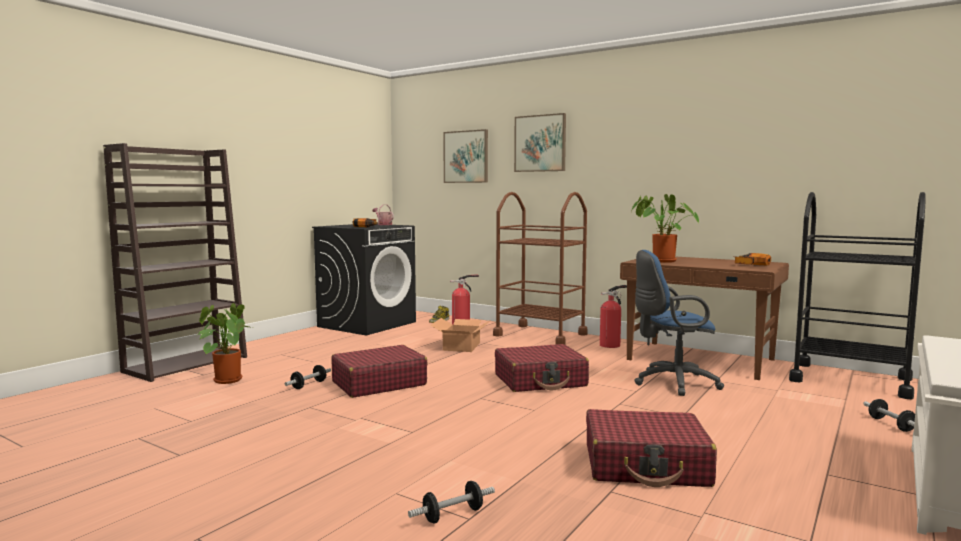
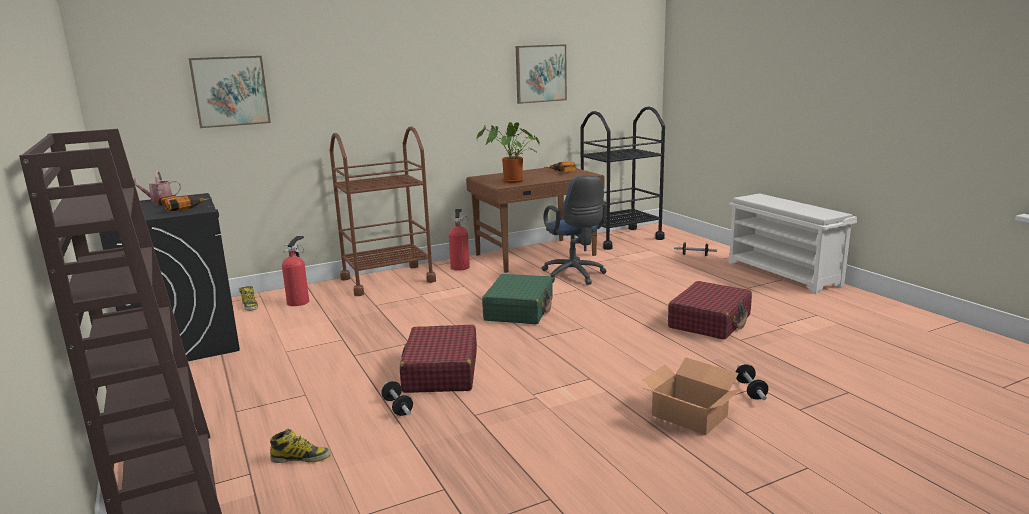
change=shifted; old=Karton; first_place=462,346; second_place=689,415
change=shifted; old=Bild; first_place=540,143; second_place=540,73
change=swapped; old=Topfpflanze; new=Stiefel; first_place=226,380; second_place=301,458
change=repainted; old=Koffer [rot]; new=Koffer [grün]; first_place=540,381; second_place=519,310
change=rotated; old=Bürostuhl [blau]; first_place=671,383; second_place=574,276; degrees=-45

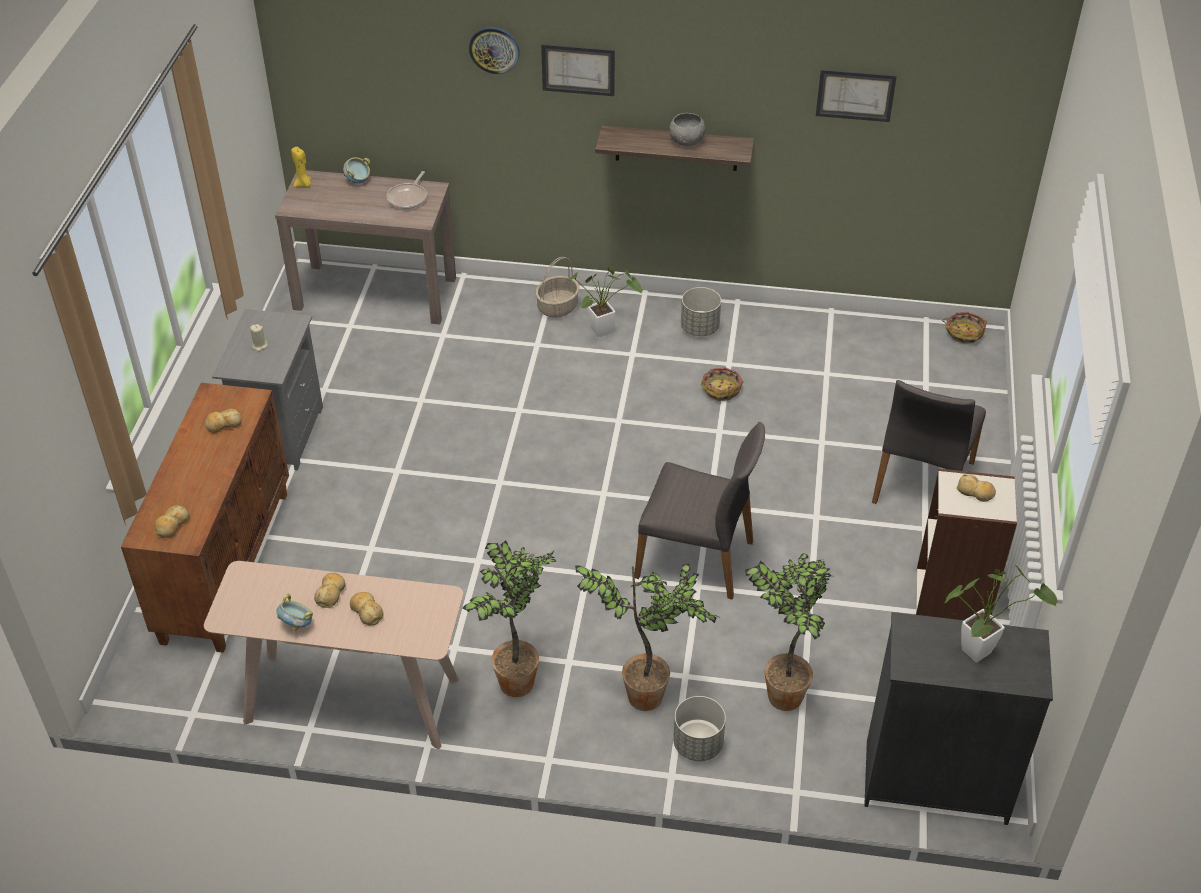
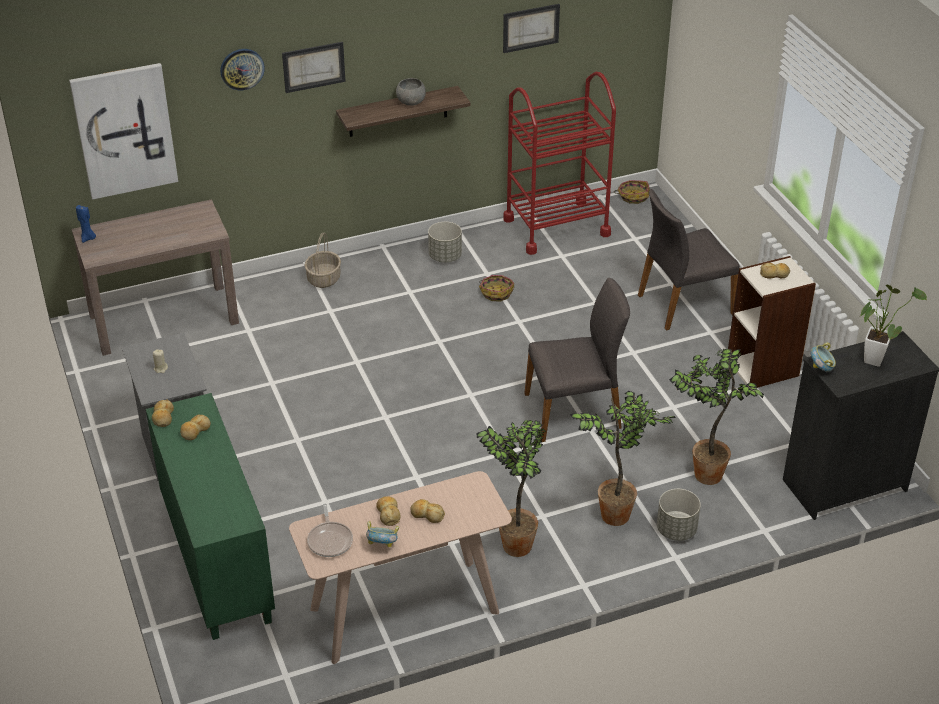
change=gone; old=Topfpflanze; first_place=605,330
change=new; new=Bild; second_place=124,130
change=new; new=Rollwagen [rot]; second_place=556,227
change=shifted; old=Brot; first_place=172,525; second_place=163,417
change=shifted; old=Schüssel; first_place=358,181; second_place=821,369
change=shifted; old=Pfanne; first_place=408,198; second_place=330,540
change=repainted; old=Schrank [braun]; new=Schrank [grün]; first_place=225,565; second_place=216,561
change=repainted; old=Kerze [gelb]; new=Kerze [blau]; first_place=303,184; second_place=88,238
change=rotated; old=Stuhl [grau]; first_place=921,482; second_place=684,304; degrees=75

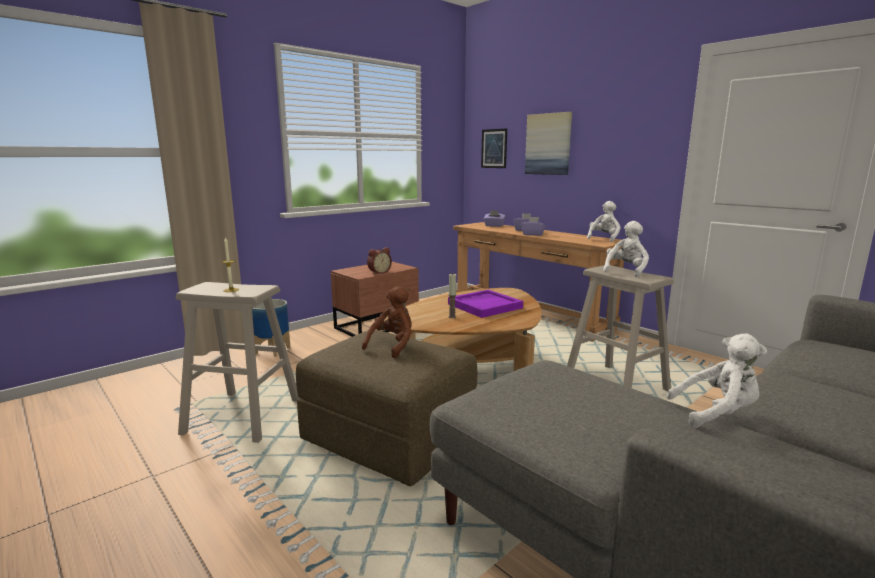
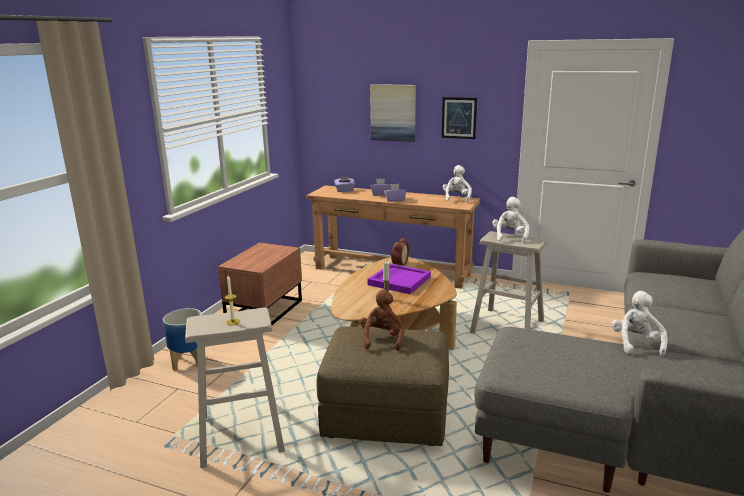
change=shifted; old=Wecker; first_place=379,272; second_place=398,263
change=shifted; old=Bild; first_place=494,148; second_place=459,118
change=rotated; old=Plüschtier [weiß]; first_place=716,413; second_place=636,343; degrees=-60

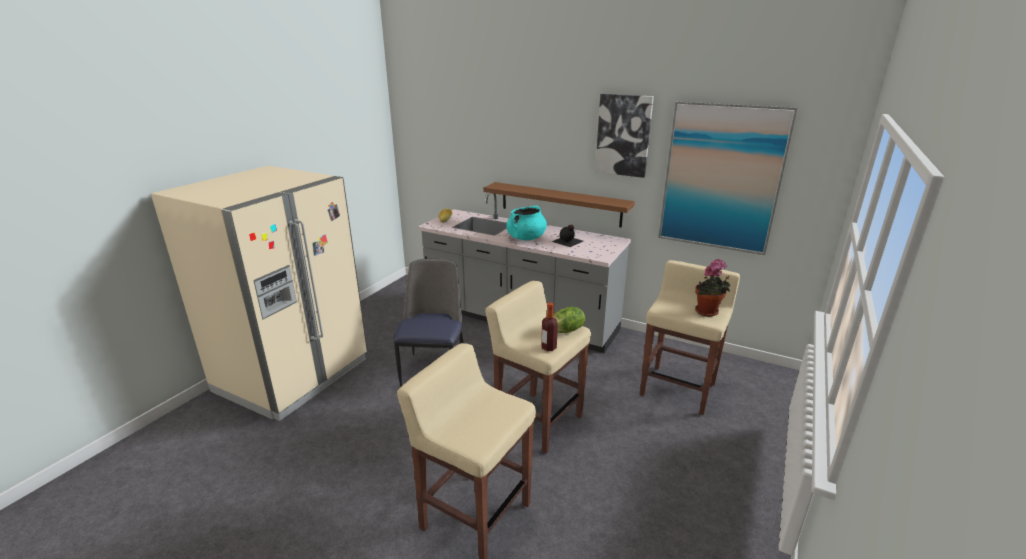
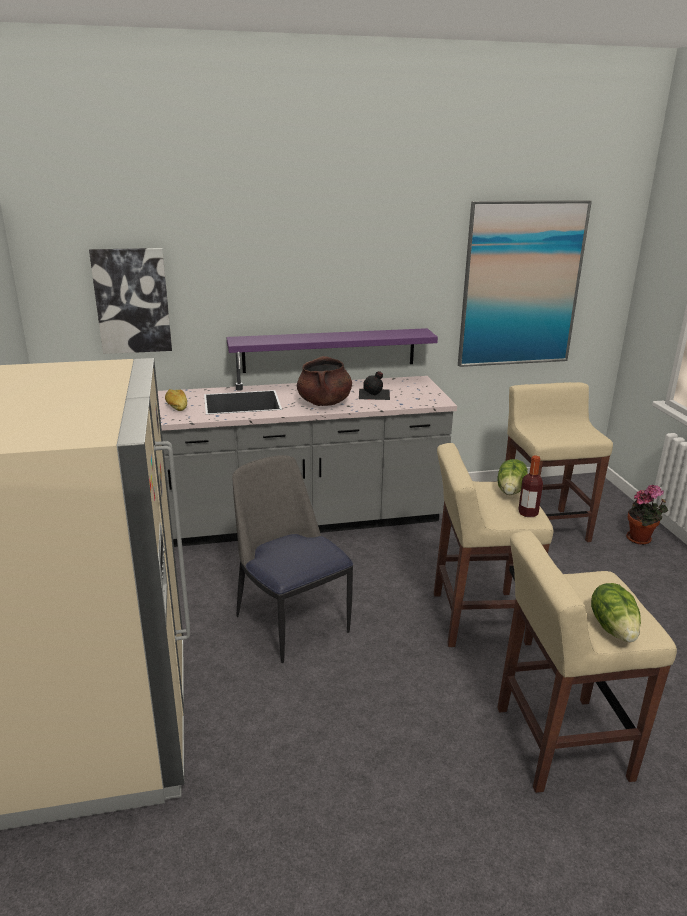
change=new; new=Salatkopf; second_place=614,628
change=shifted; old=Bild; first_place=623,135; second_place=132,301
change=shifted; old=Topfpflanze; first_place=708,312; second_place=641,539
change=repainted; old=Wandregal [braun]; new=Wandregal [lila]; first_place=560,204; second_place=329,350
change=repainted; old=Kochtopf [türkis]; new=Kochtopf [braun]; first_place=526,238; second_place=324,403

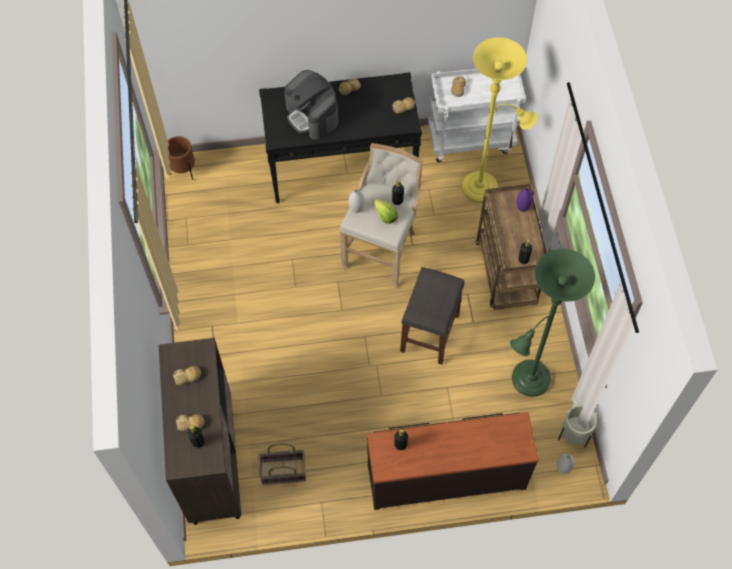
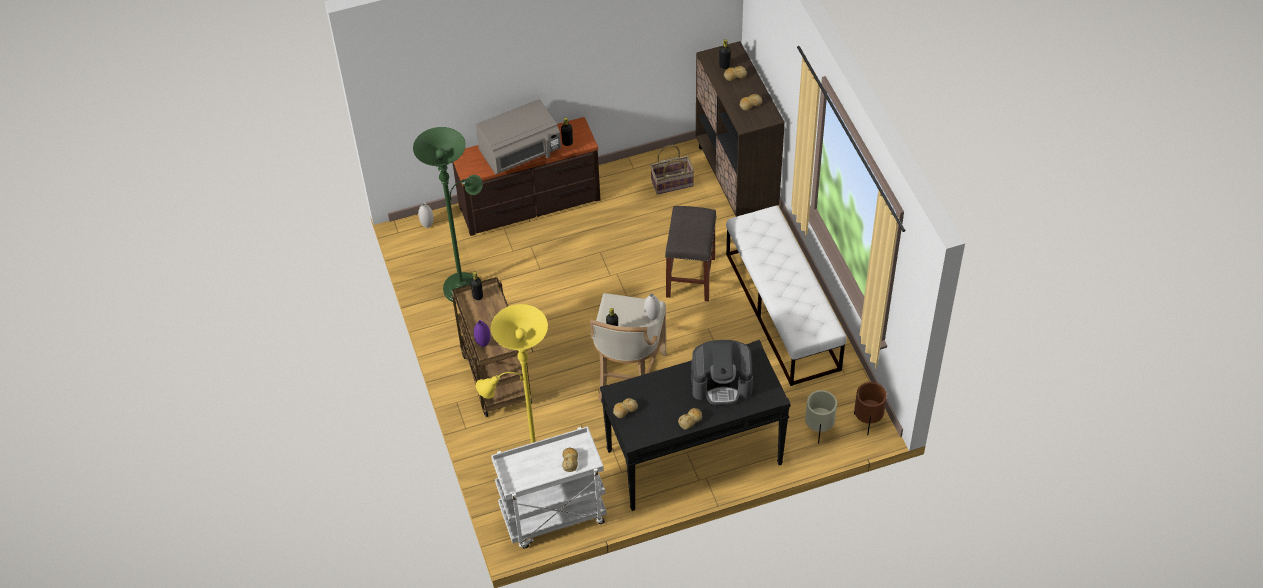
change=gone; old=Salatkopf; first_place=385,216
change=new; new=Mikrowelle [grau]; second_place=520,153
change=new; new=Bank [weiß]; second_place=782,311
change=shifted; old=Hocker [grau]; first_place=429,332; second_place=691,278
change=shifted; old=Pflanzkübel [beige]; first_place=573,436; second_place=818,430
change=rotated; old=Kaffeemaschine; first_place=312,116; second_place=722,383; degrees=135

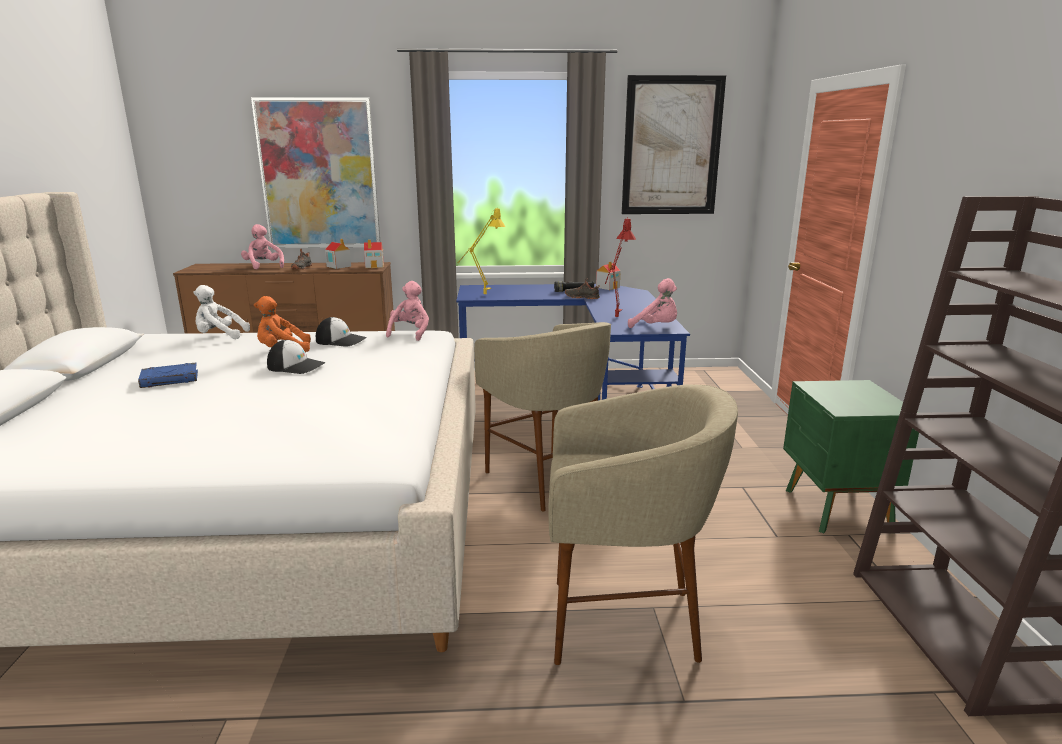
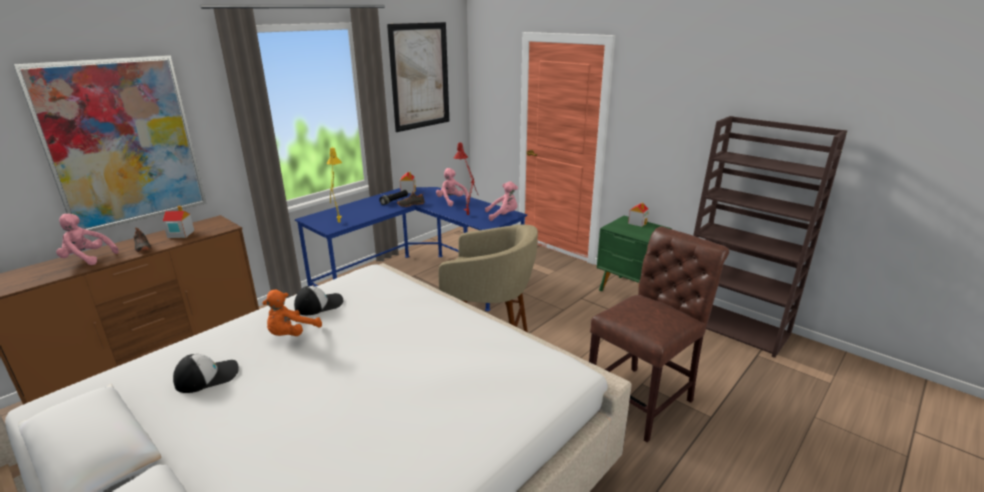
change=gone; old=Buch [blau]; first_place=170,379
change=gone; old=Plüschtier [weiß]; first_place=219,336
change=shifted; old=Kappe; first_place=296,366; second_place=207,376
change=shifted; old=Spielzeughaus; first_place=375,266; second_place=637,222
change=shifted; old=Plüschtier [rosa]; first_place=410,333; second_place=451,201
change=swapped; old=Hocker [beige]; new=Stuhl [braun]; first_place=624,623; second_place=644,399

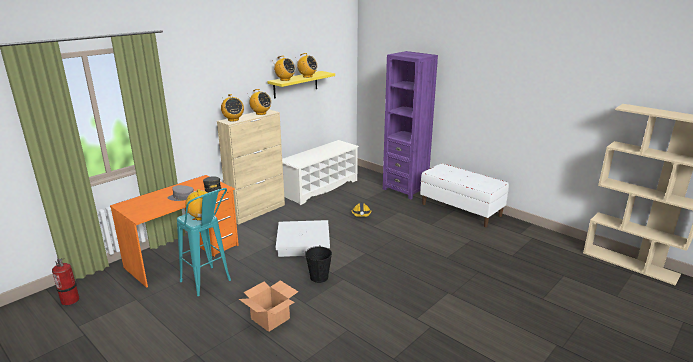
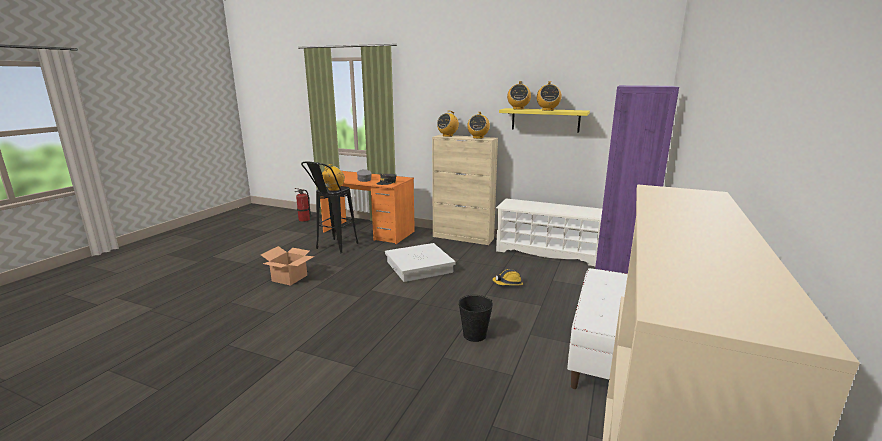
change=shifted; old=Eimer [schwarz]; first_place=319,277; second_place=474,335
change=repainted; old=Hocker [türkis]; new=Hocker [schwarz]; first_place=209,284; second_place=333,248

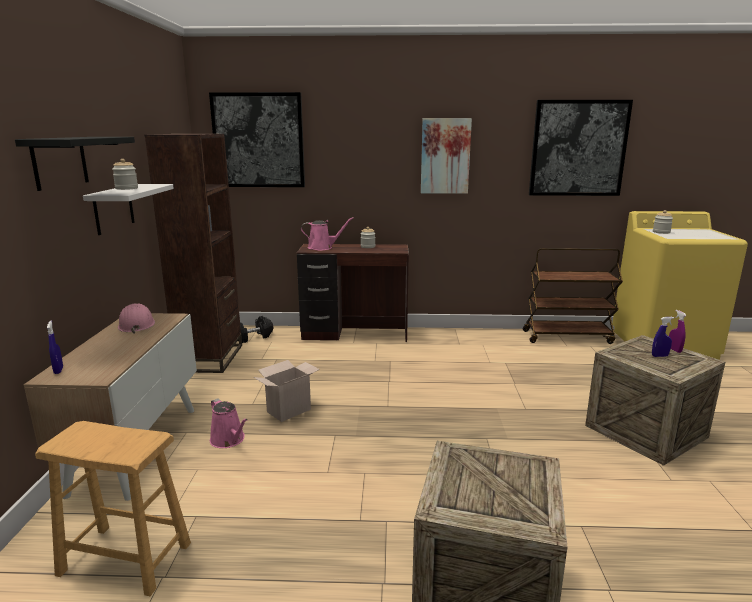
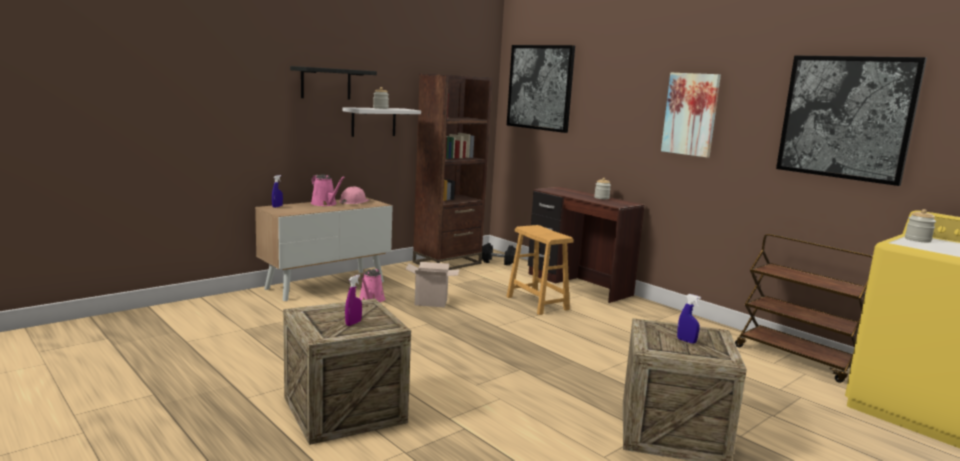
change=shifted; old=Hocker [braun]; first_place=125,559; second_place=537,303
change=shifted; old=Gießkanne [rosa]; first_place=322,247; second_place=325,204
change=shifted; old=Sprühflasche [lila]; first_place=674,350; second_place=353,323

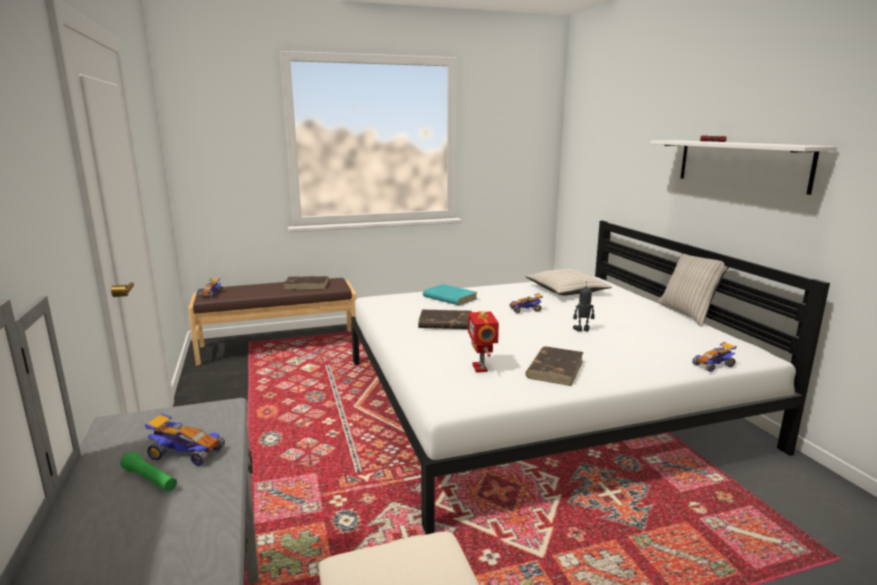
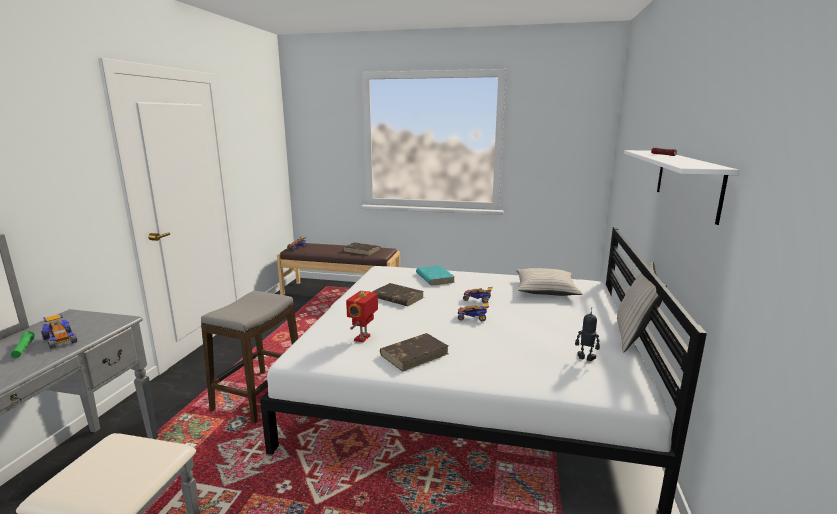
change=new; new=Hocker; second_place=258,396
change=shifted; old=Spielzeugroboter; first_place=582,330; second_place=585,358
change=shifted; old=Spielzeugauto; first_place=713,365; second_place=472,317

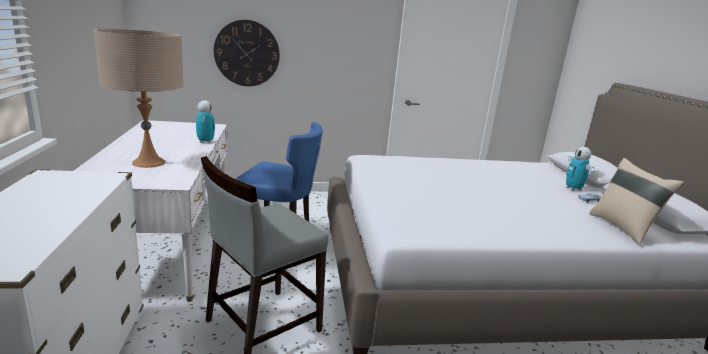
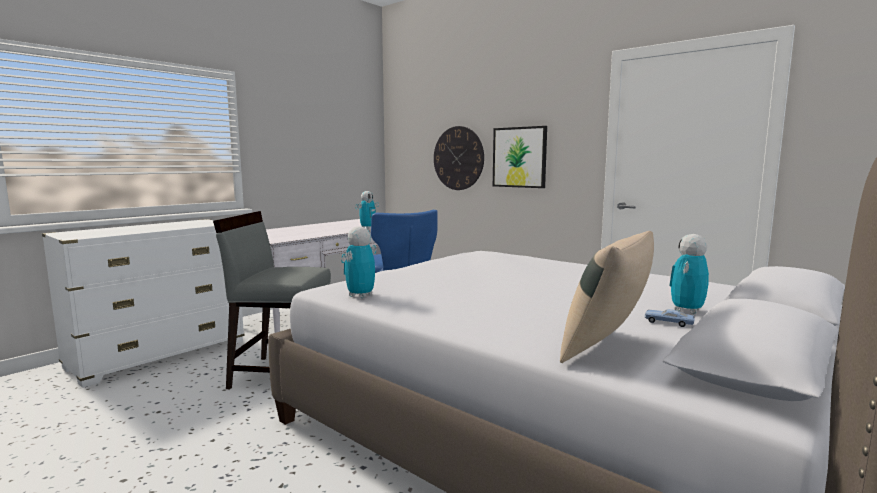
change=gone; old=Tischlampe [beige]; first_place=148,162
change=new; new=Spielzeugroboter; second_place=360,295
change=new; new=Bild; second_place=519,157

